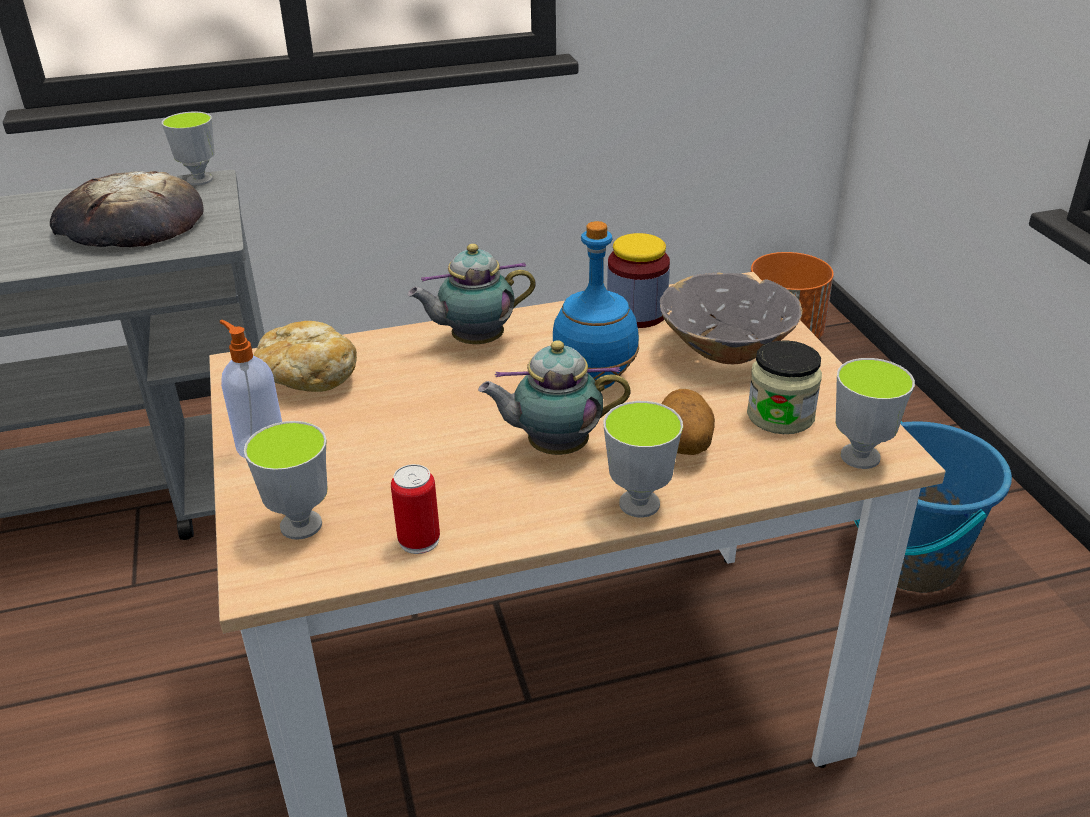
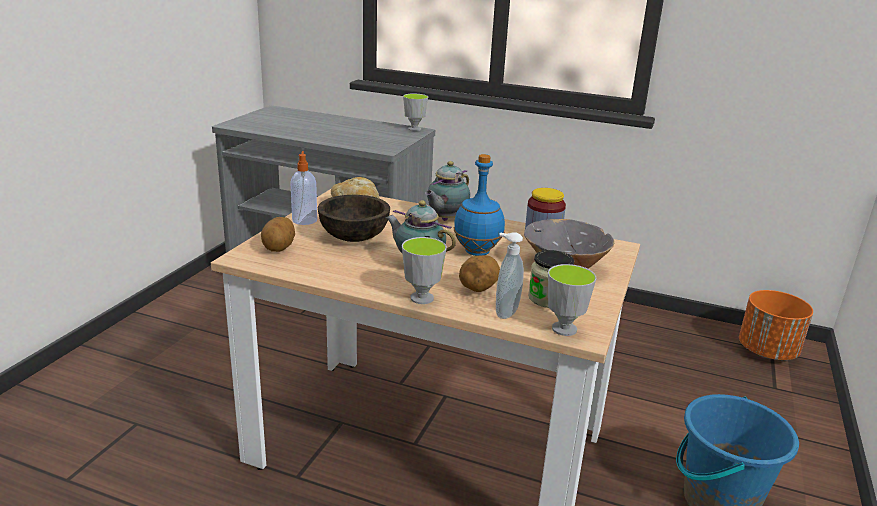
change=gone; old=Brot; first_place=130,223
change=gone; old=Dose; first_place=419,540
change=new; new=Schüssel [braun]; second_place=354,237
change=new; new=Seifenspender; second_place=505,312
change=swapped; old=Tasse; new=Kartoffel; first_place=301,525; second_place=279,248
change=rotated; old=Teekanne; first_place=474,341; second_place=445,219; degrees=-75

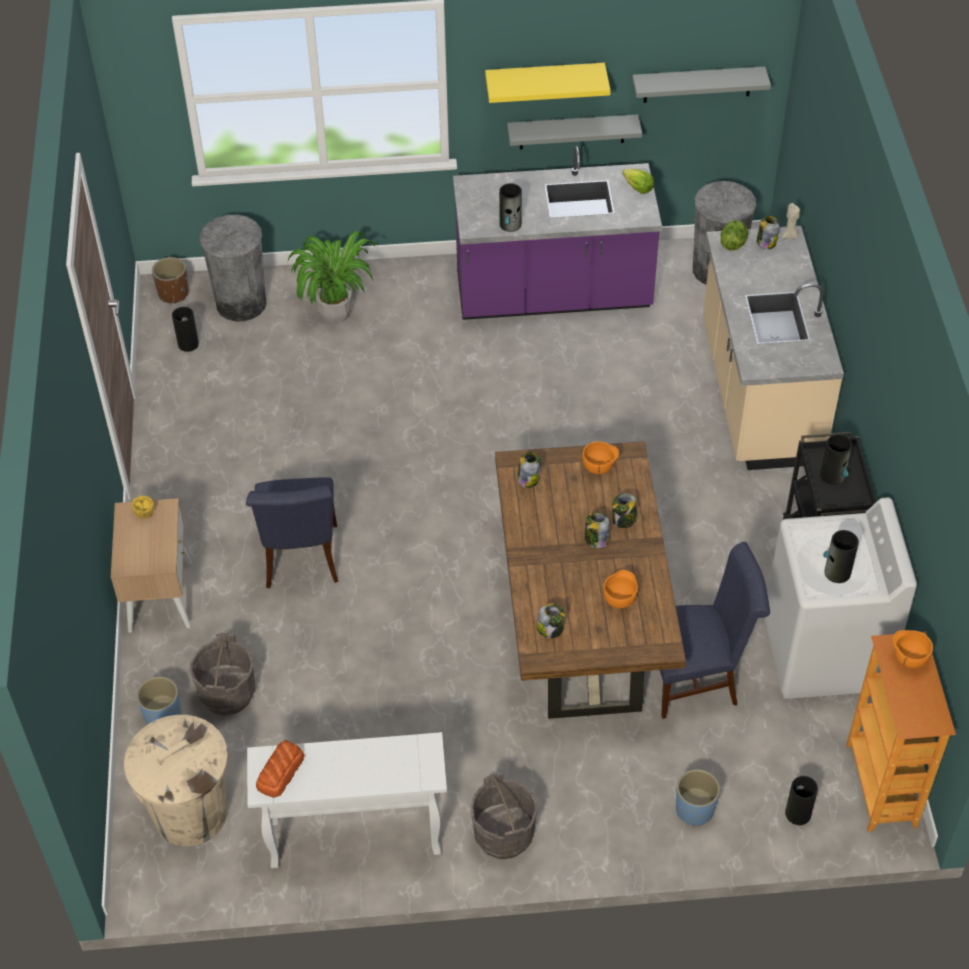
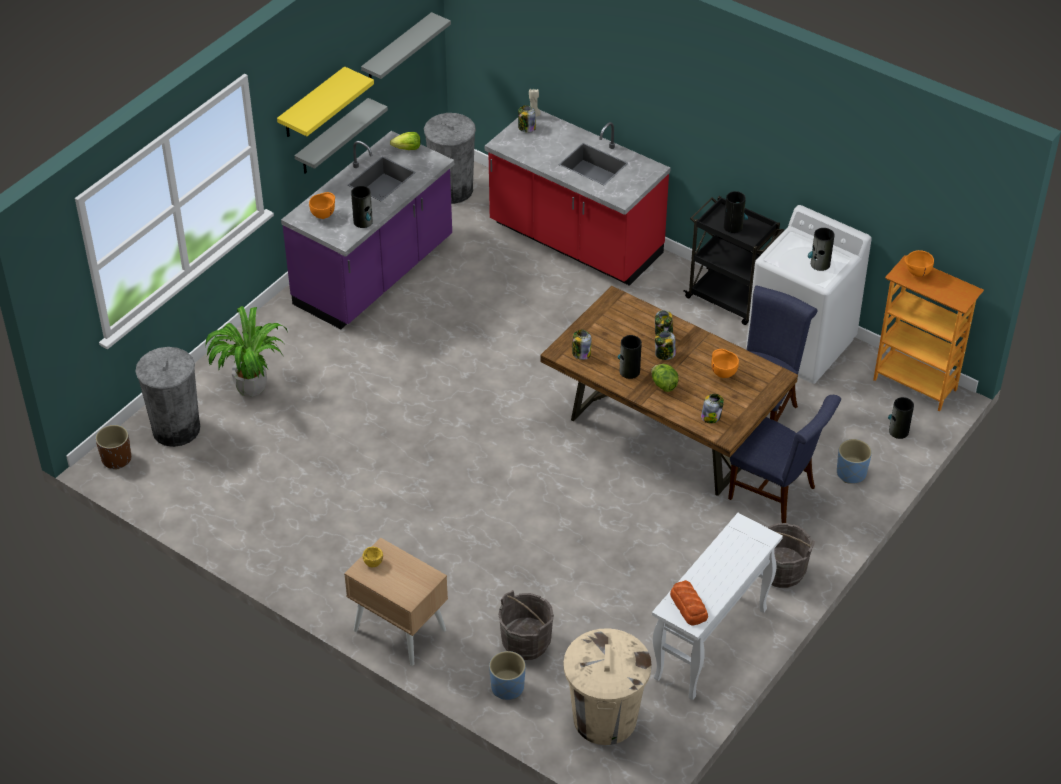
change=shifted; old=Vase; first_place=188,343; second_place=629,371
change=shifted; old=Stuhl [blau]; first_place=301,561; second_place=777,494
change=shifted; old=Schüssel [orange]; first_place=599,469; second_place=324,215
change=shifted; old=Salatkopf; first_place=733,243; second_place=663,385
change=repainted; old=Küchenzeile [beige]; new=Küchenzeile [rot]; first_place=758,393; second_place=575,241

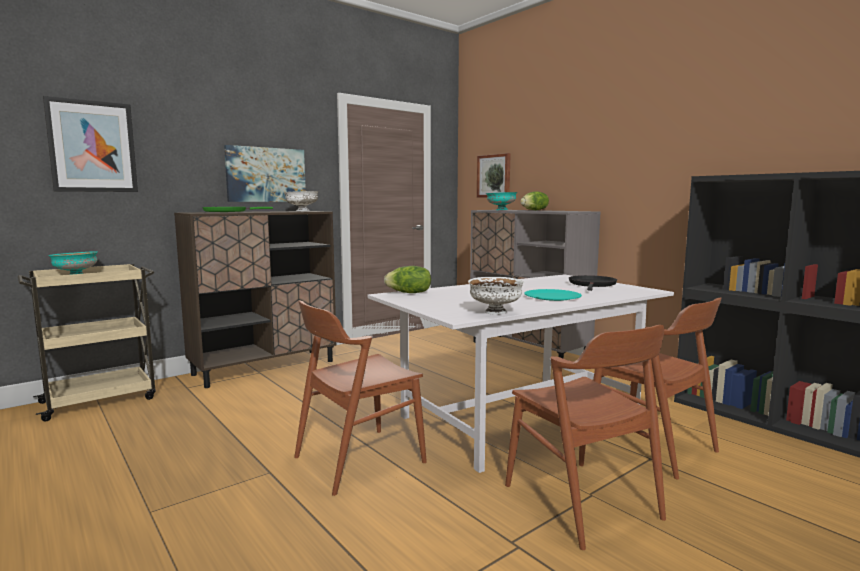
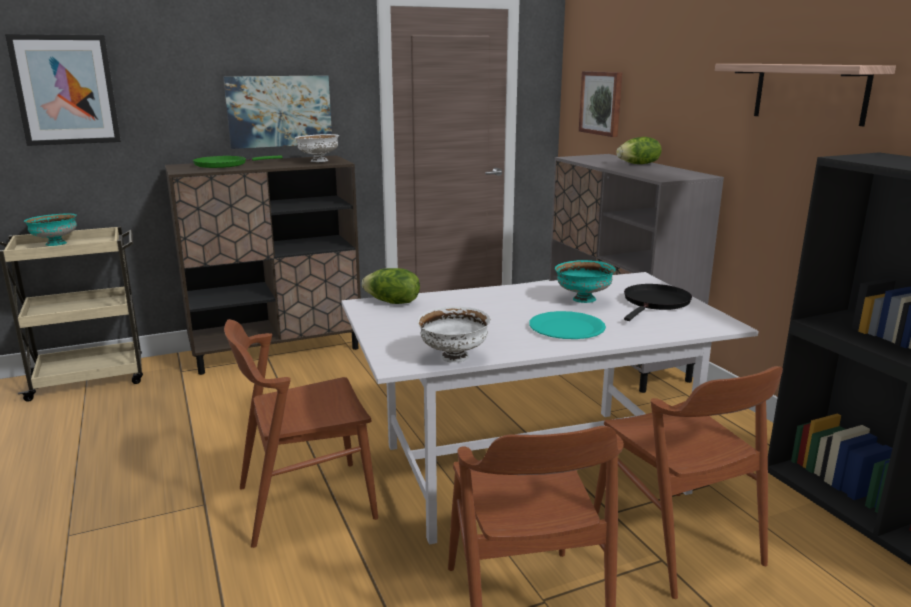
change=new; new=Wandregal; second_place=809,92
change=shifted; old=Schüssel [türkis]; first_place=501,210; second_place=583,300

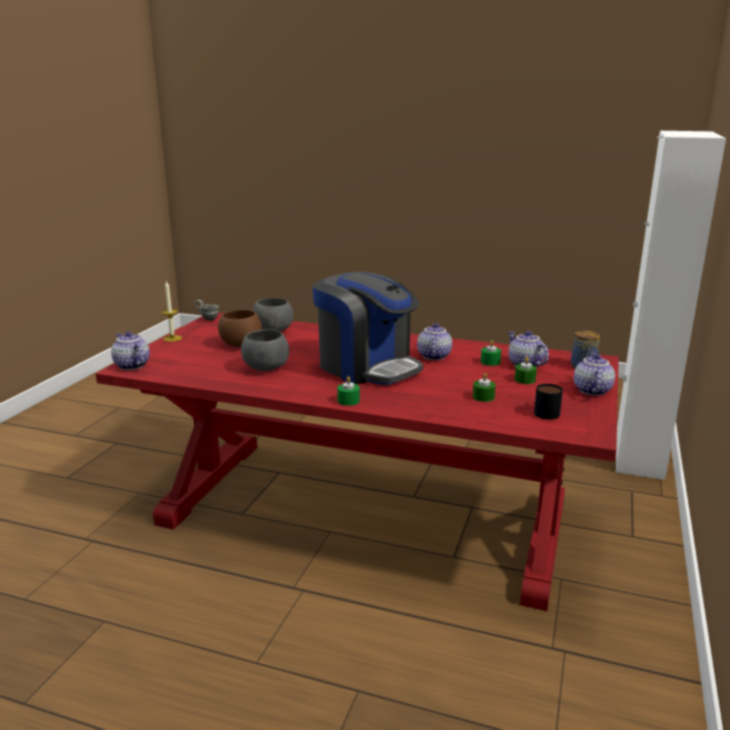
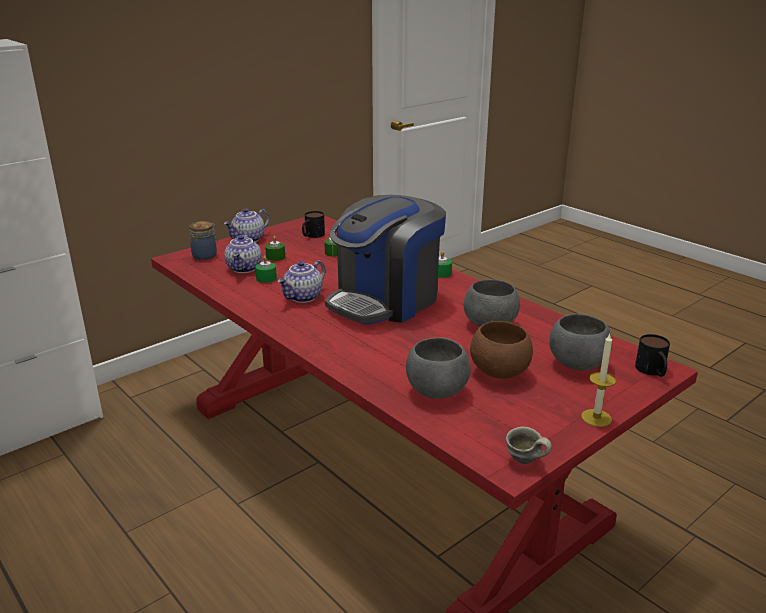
change=new; new=Schüssel [grau]; second_place=577,364
change=swapped; old=Teekanne; new=Henkelbecher; first_place=131,365; second_place=653,371
change=rotated; old=Kaffeemaschine; first_place=367,367; second_place=385,301; degrees=-120

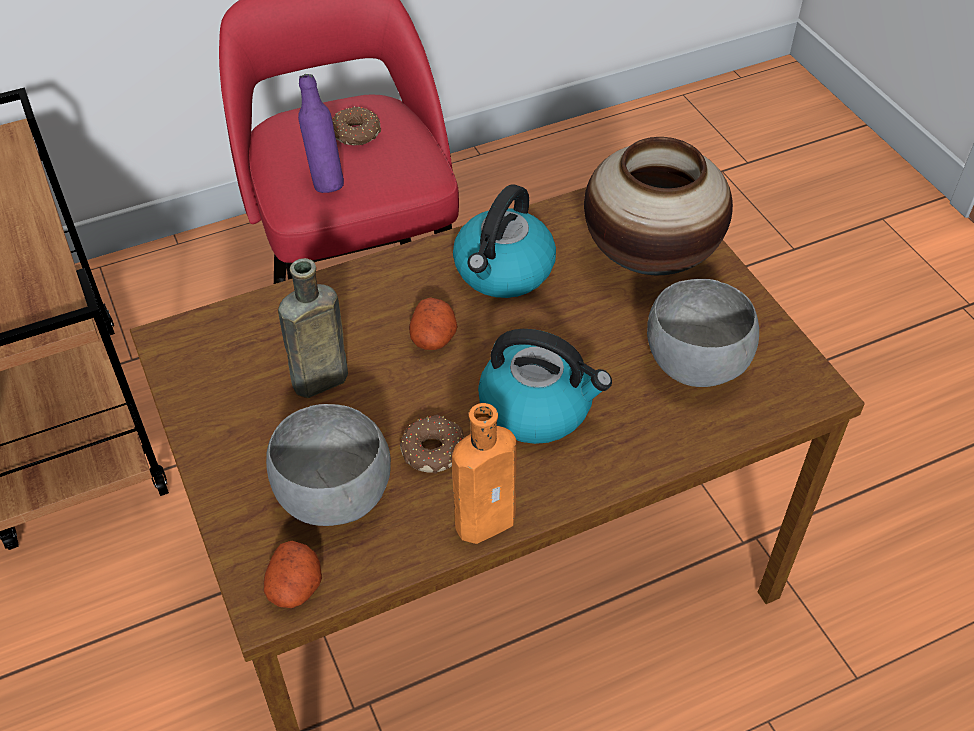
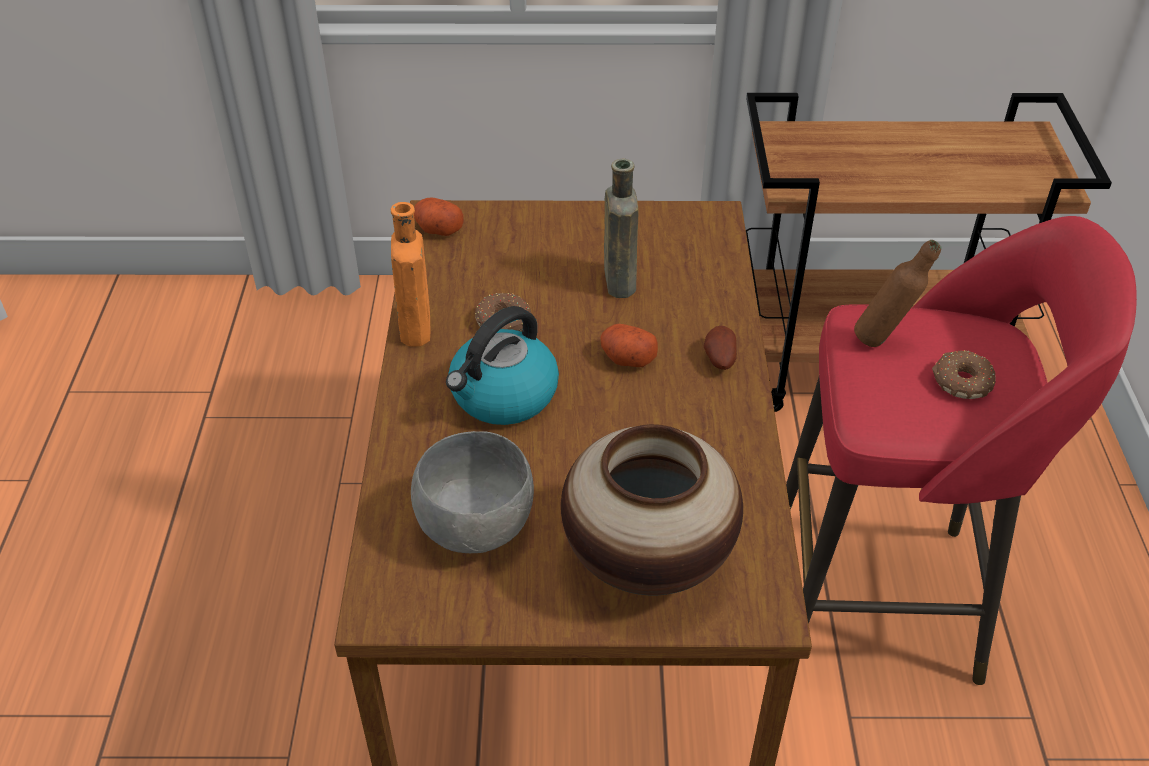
change=gone; old=Schüssel [grau]; first_place=331,495
change=gone; old=Wasserkessel; first_place=503,271
change=new; new=Kartoffel; second_place=718,359
change=repainted; old=Flasche [lila]; new=Flasche [braun]; first_place=325,182; second_place=884,341

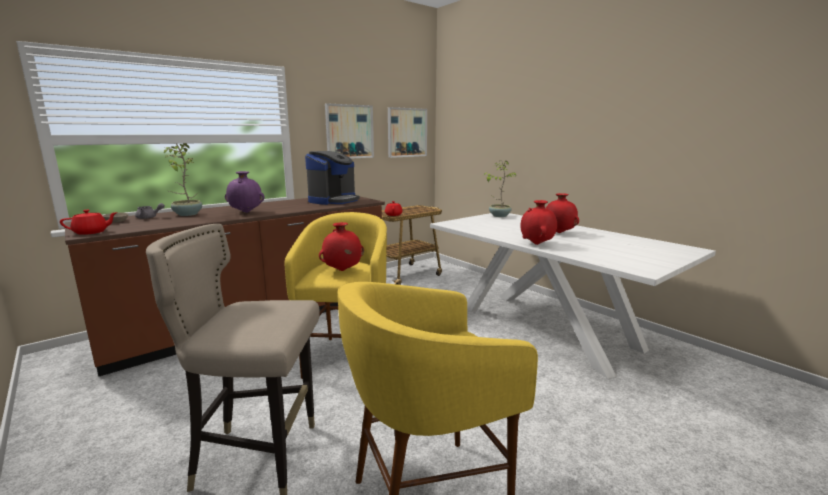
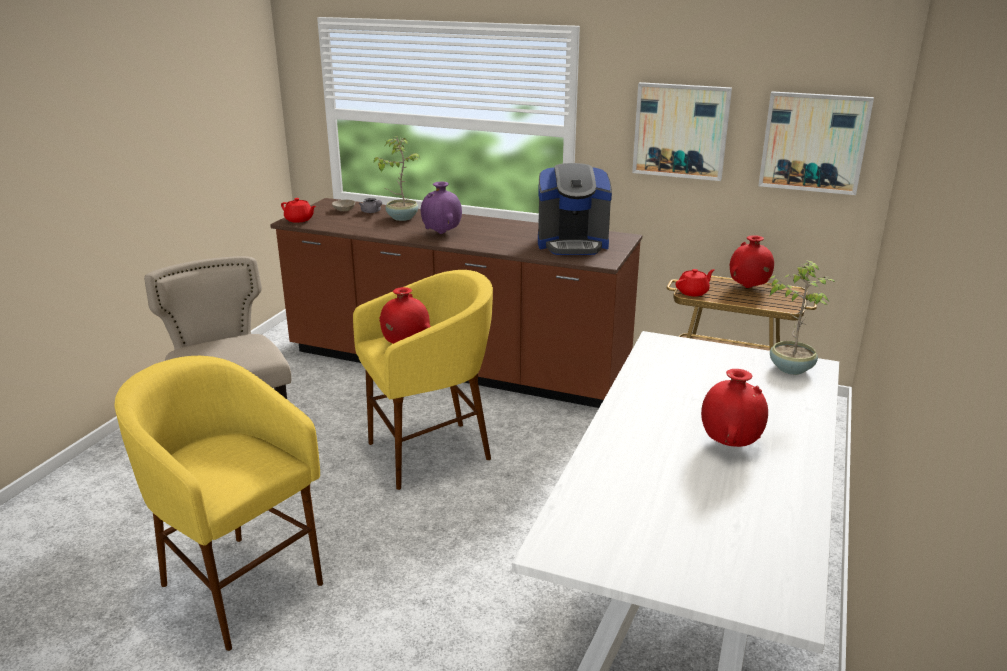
change=shifted; old=Vase [rot]; first_place=537,244; second_place=748,287

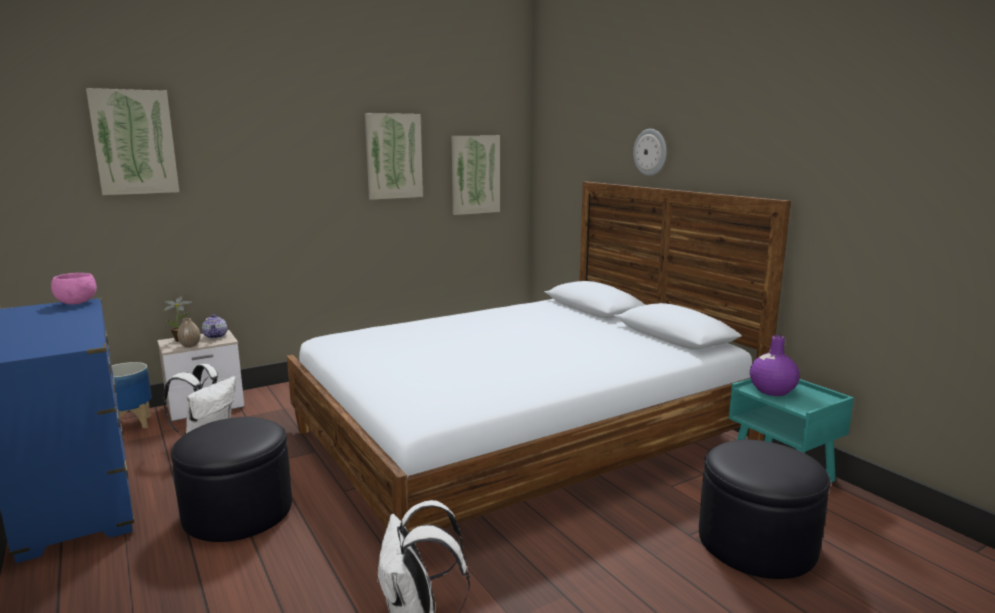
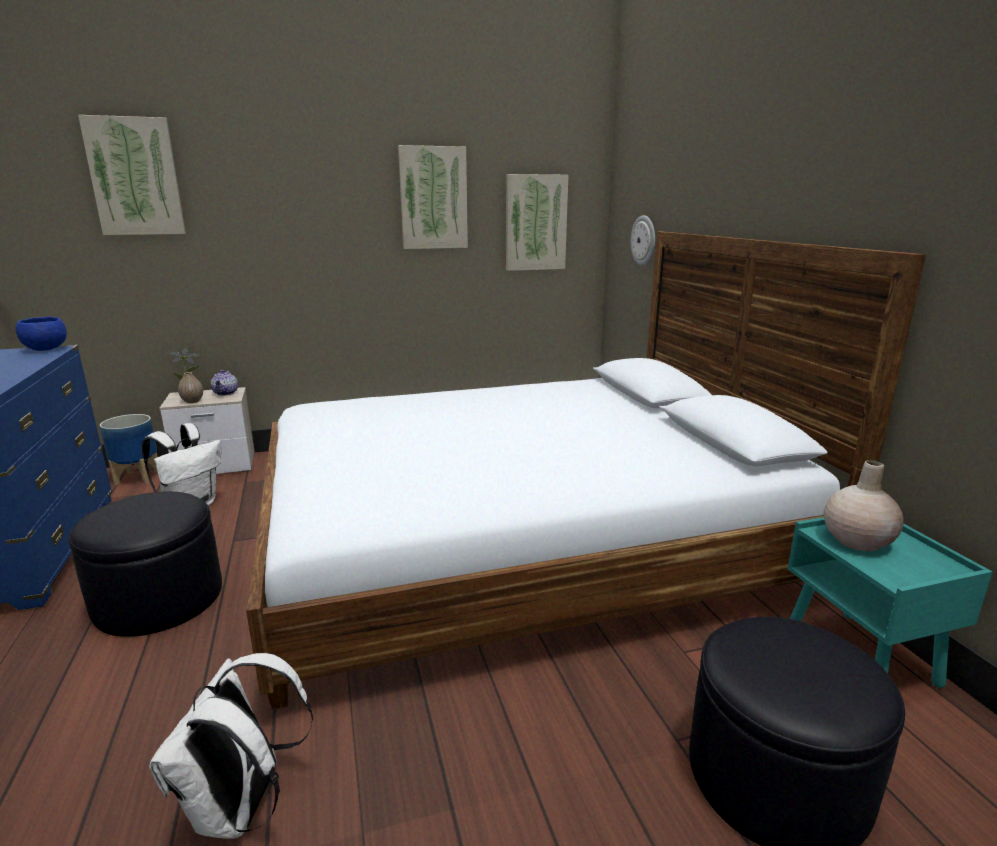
change=shifted; old=Wanduhr; first_place=650,152; second_place=644,240
change=repainted; old=Schüssel [rosa]; new=Schüssel [blau]; first_place=77,303; second_place=46,349
change=repainted; old=Vase [lila]; new=Vase [beige]; first_place=772,390; second_place=856,540

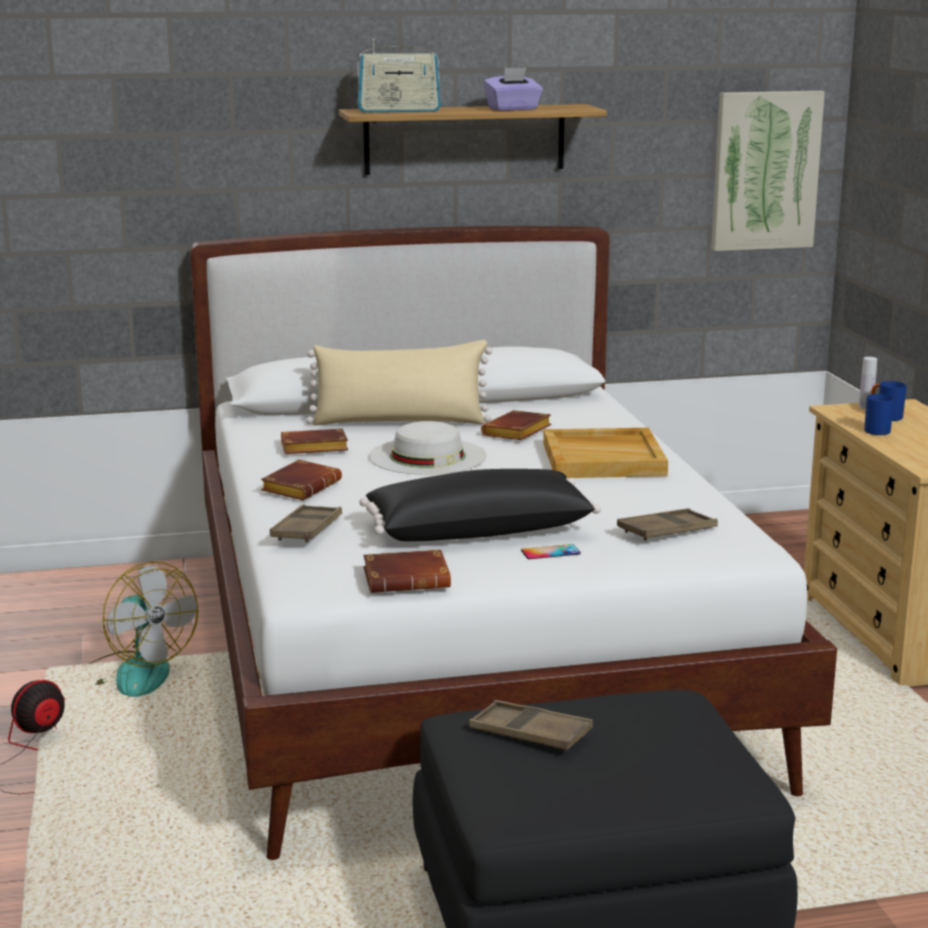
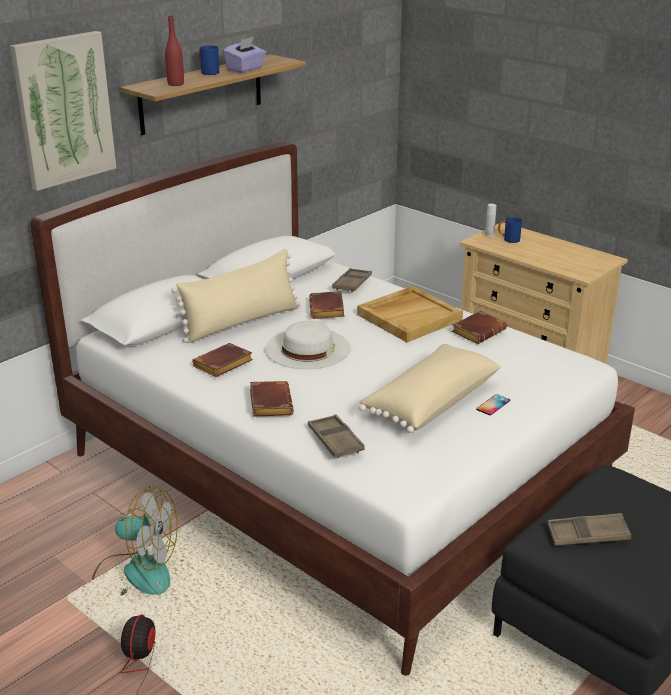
change=shifted; old=Buch [braun]; first_place=408,579; second_place=478,331
change=shifted; old=Tablett [braun]; first_place=667,531; second_place=352,284
change=shifted; old=Bild; first_place=765,170; second_place=64,110
change=shifted; old=Henkelbecher [blau]; first_place=875,430; second_place=208,72
change=swapped; old=Radio; new=Flasche [rot]; first_place=399,111; second_place=176,84
change=repainted; old=Kissen [schwarz]; new=Kissen [beige]; first_place=478,530; second_place=429,402

